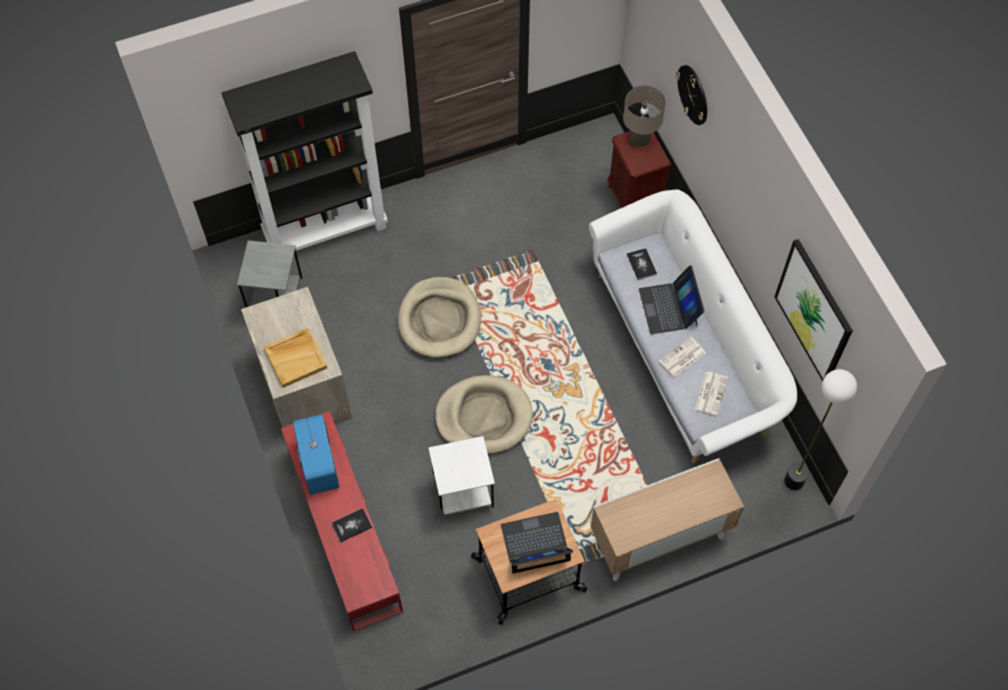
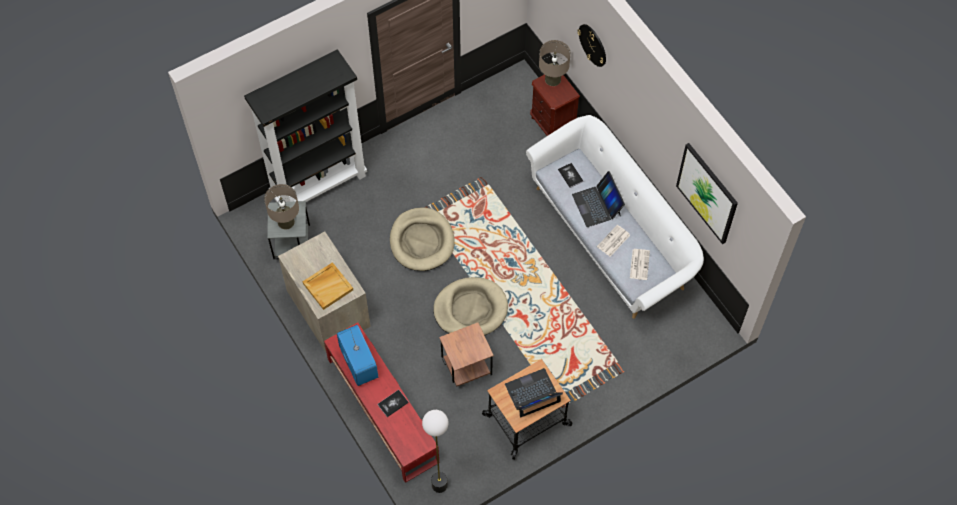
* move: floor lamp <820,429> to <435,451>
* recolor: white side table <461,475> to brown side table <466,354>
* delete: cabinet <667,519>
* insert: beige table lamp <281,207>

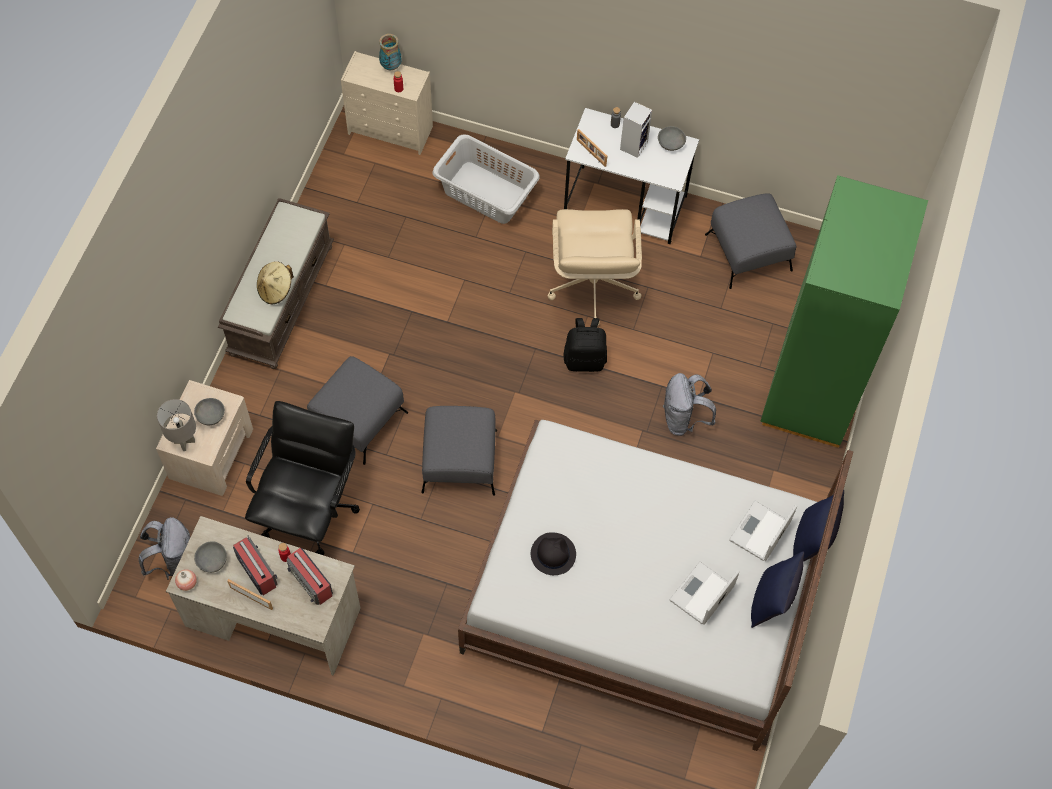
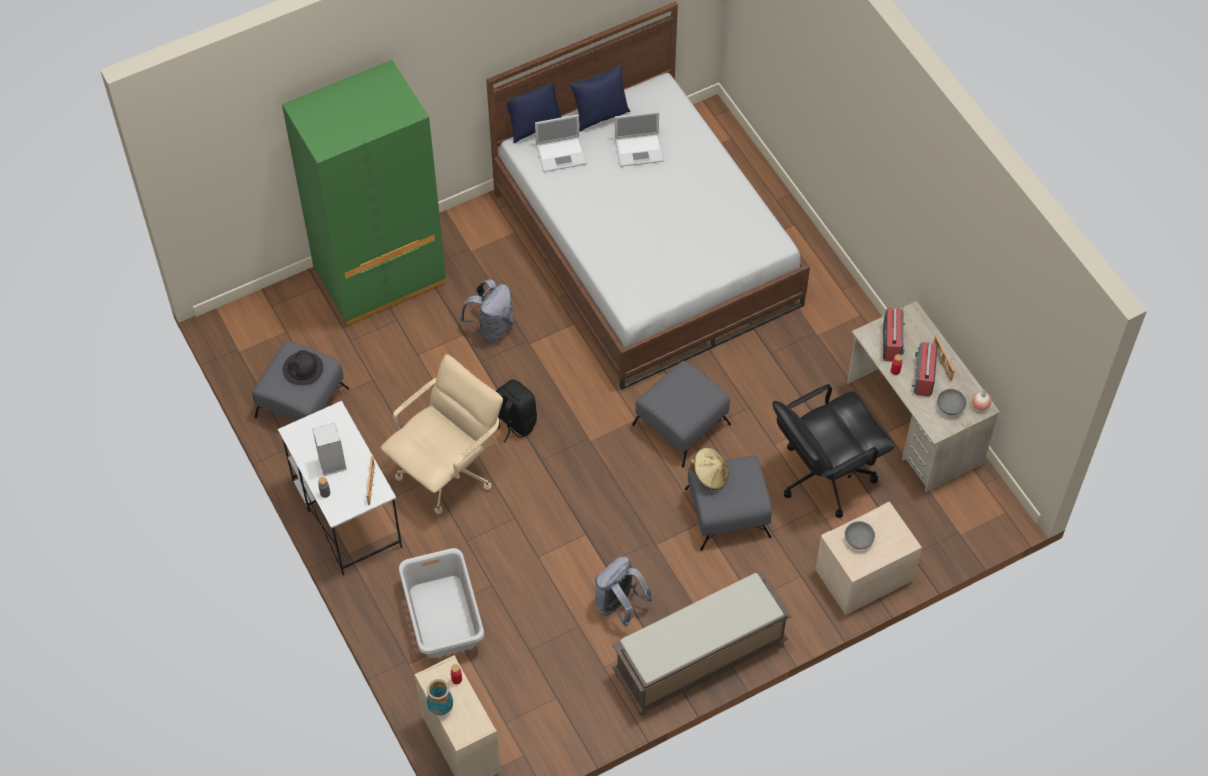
* delete: grey bowl <672,138>
* move: beige hat <275,282> to <709,469>
* delete: grey table lamp <176,425>
* move: grey backpack <164,548> to <624,591>
* move: black hat <553,553> to <303,367>

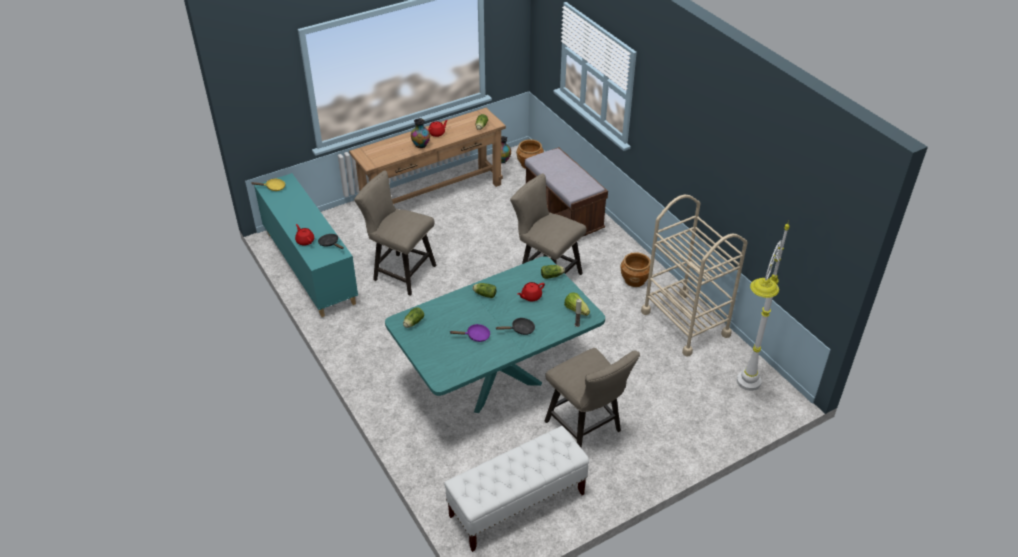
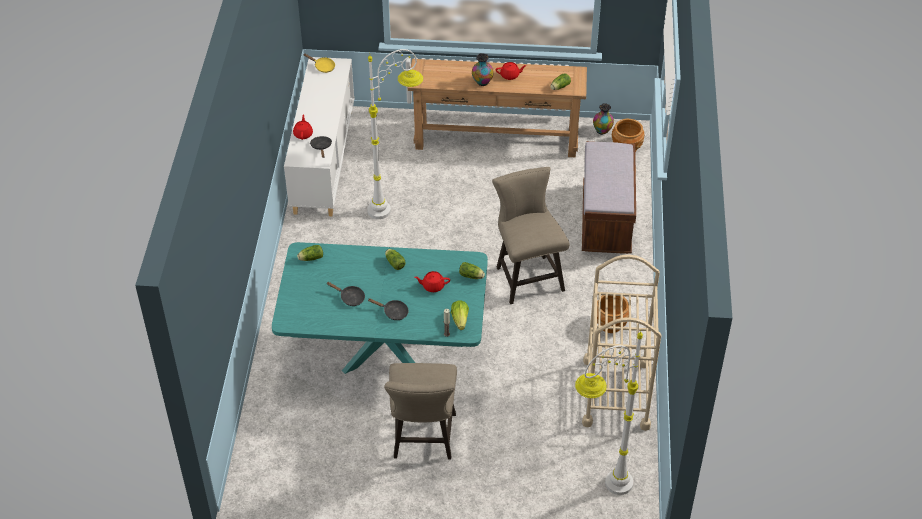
* replace: beige stool <395,233> to white floor lamp <395,134>
* recolor: turquoise cabinet <306,245> to white cabinet <319,136>
* recolor: purple frying pan <470,333> to black frying pan <346,294>
* delete: white bench <516,489>

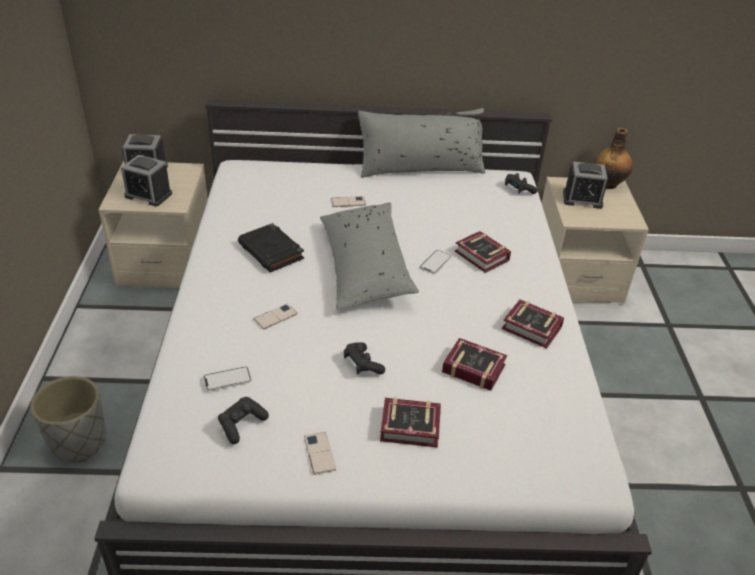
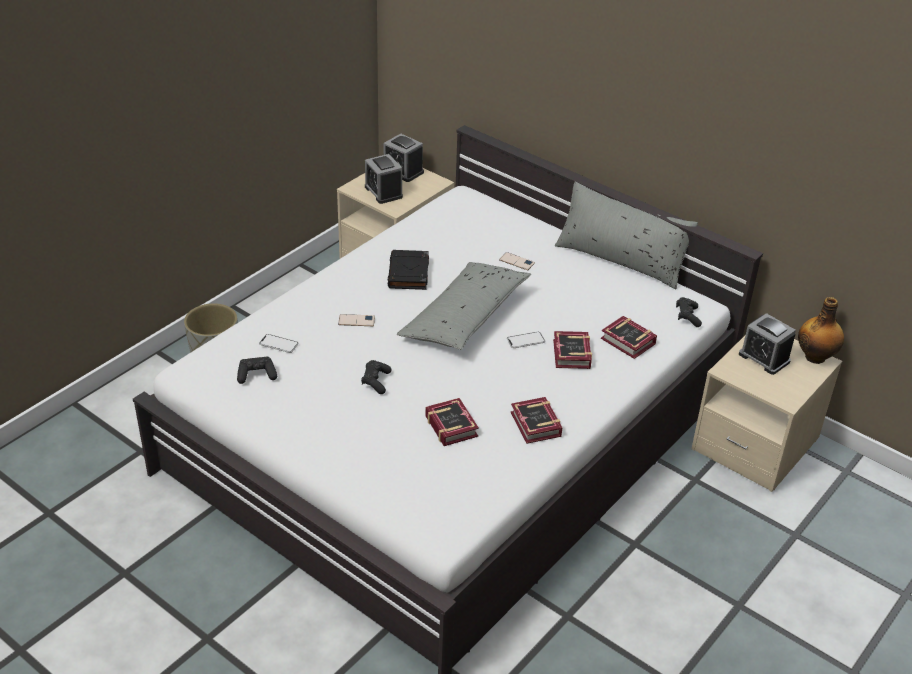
* move: book <410,422> to <629,337>
* delete: phone <320,453>

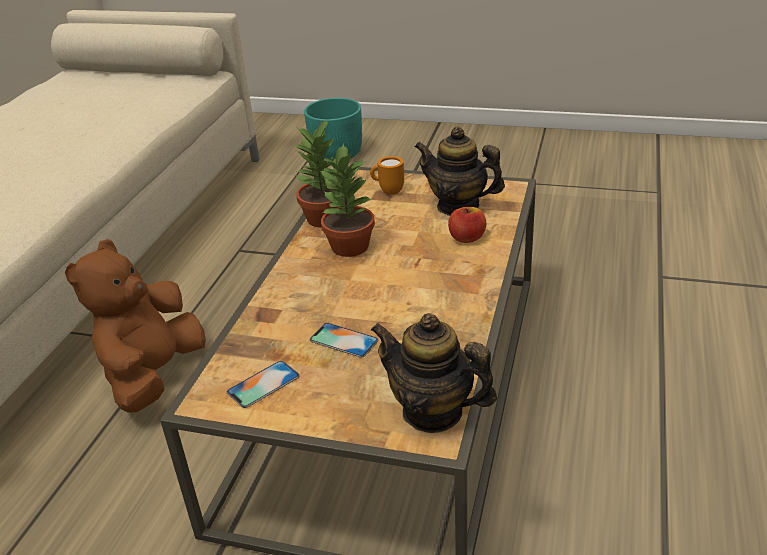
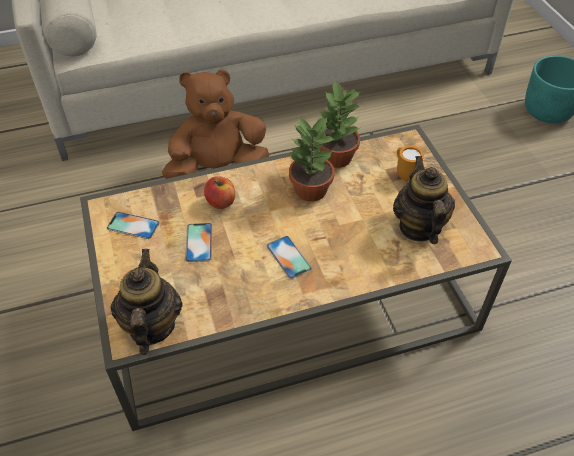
* move: apple <467,225> to <219,192>
* insert: phone <289,257>

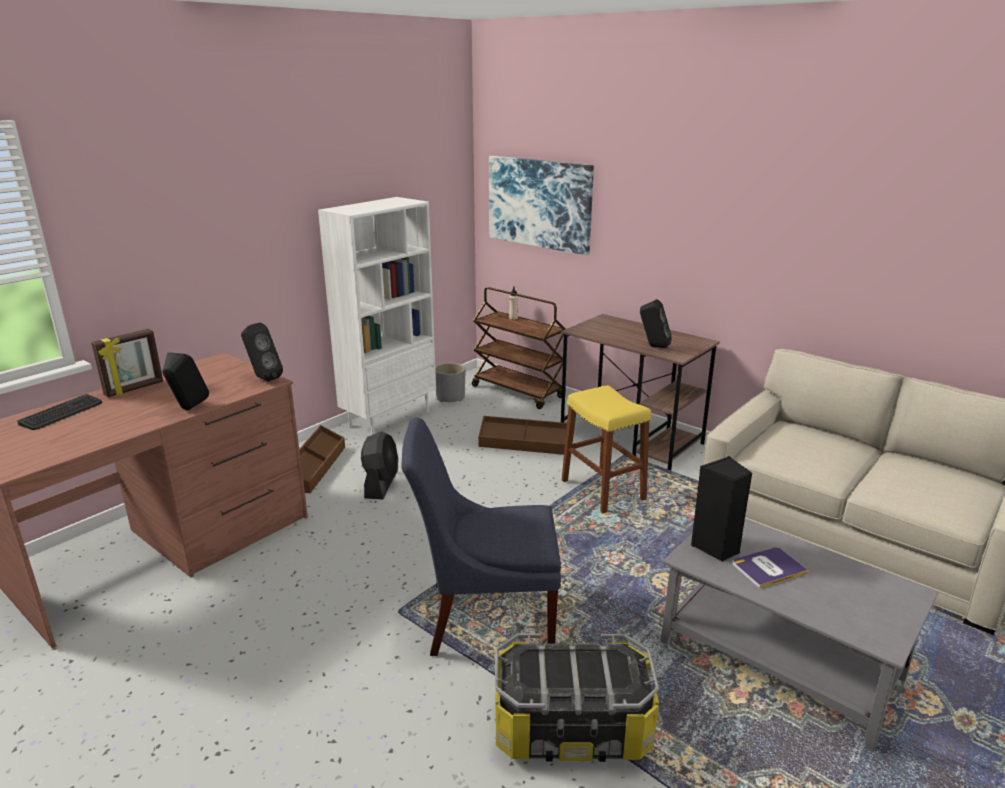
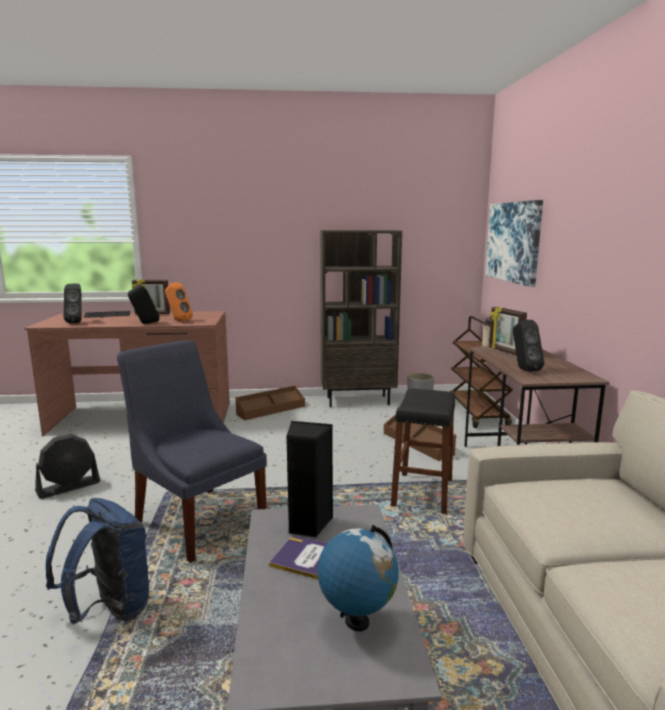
* recolor: white bookcase <377,316> to brown bookcase <361,318>
* move: black speaker <262,352> to <73,303>
* recolor: yellow stool <606,449> to black stool <423,451>
* move: black fan <379,465> to <67,466>
* replace: storage box <577,698> to blue backpack <98,560>
* insert: orange speaker <179,301>
* insert: picture frame <508,331>
* insert: globe <358,578>

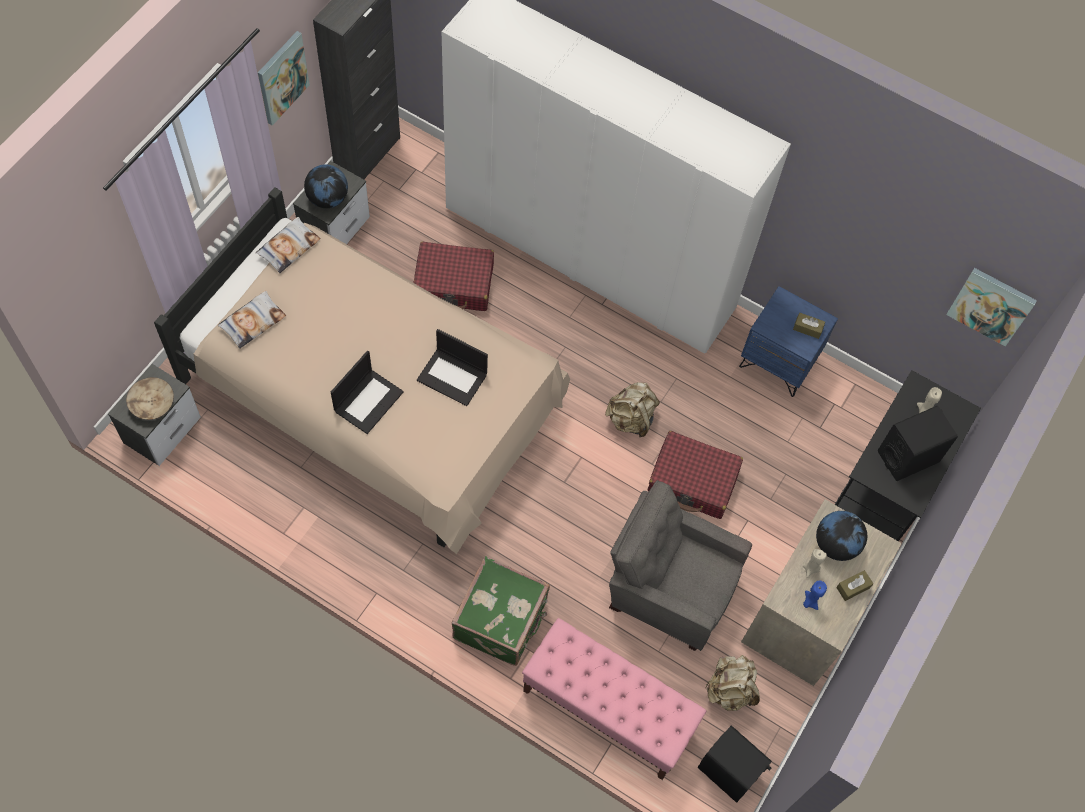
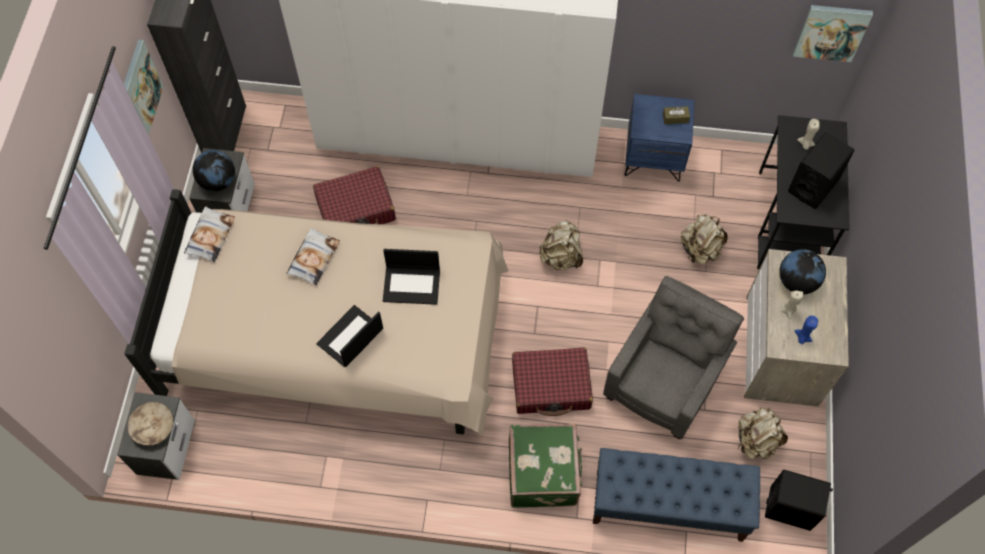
* move: pillow <252,320> to <313,256>
* rotate: laptop <367,392> = <349,336> 150 degrees counterclockwise
* move: red suitcase <695,475> to <552,381>
* rotate: grey armchair <680,565> = <673,357> 120 degrees clockwise
* delete: brown tissue box <854,585>
* recolor: pink bench <614,699> to blue bench <676,495>
* insert: beige backpack <704,239>

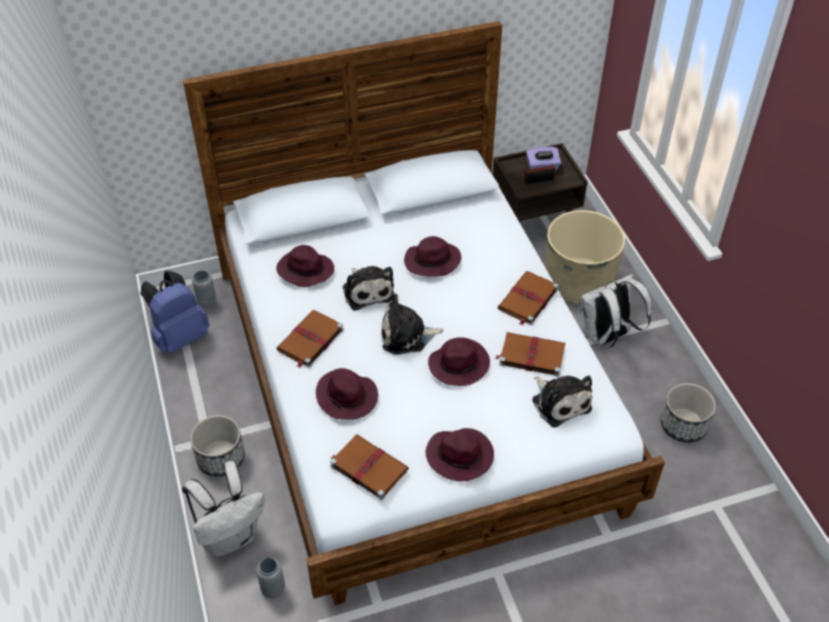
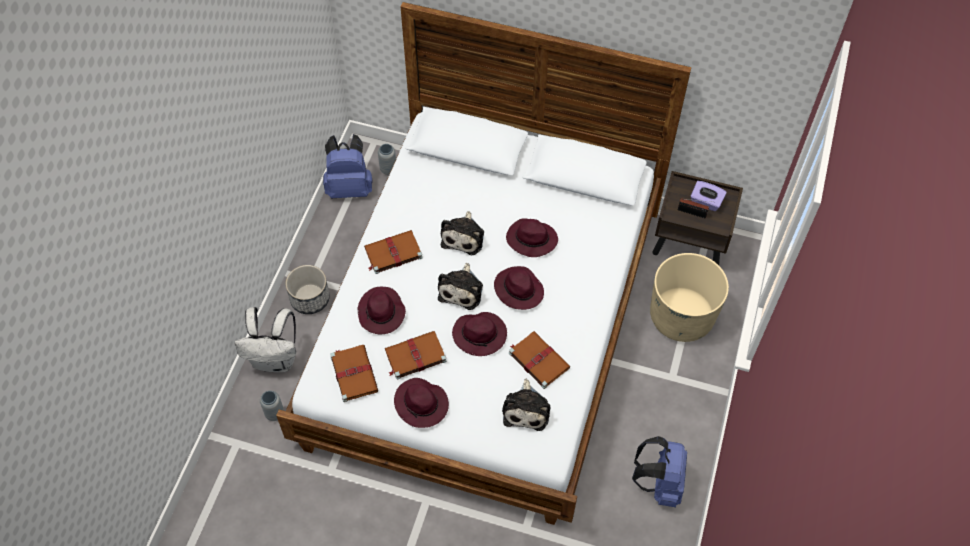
* move: purple hat <305,266> to <519,288>
* move: brown book <528,298> to <415,355>
* delete: white backpack <615,311>
* rotate: plush toy <412,324> = <460,286> 105 degrees counterclockwise
* replace: planter <688,413> to blue backpack <659,471>

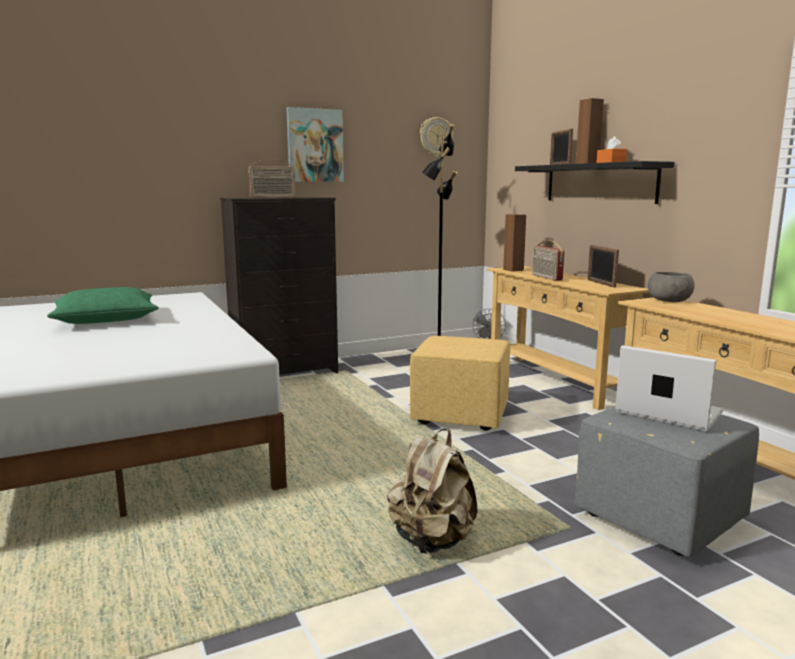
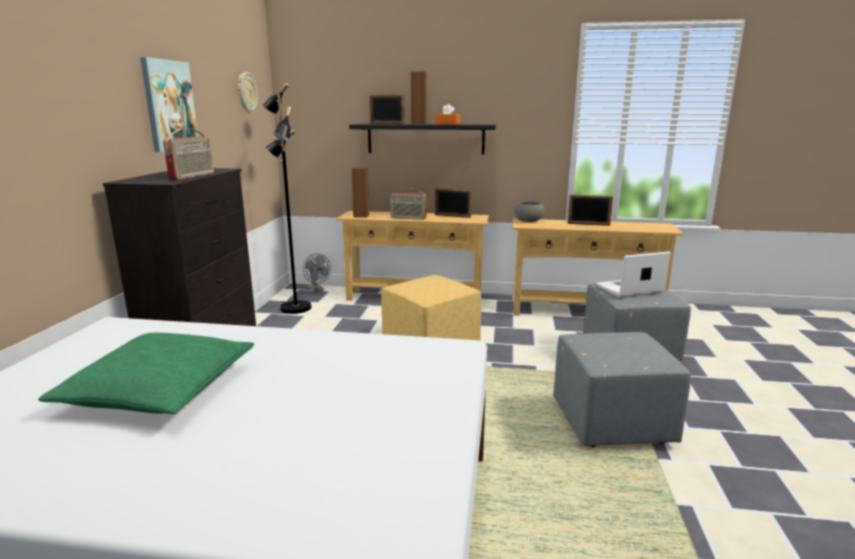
* replace: beige backpack <432,491> to grey ottoman <622,389>
* insert: picture frame <590,210>

